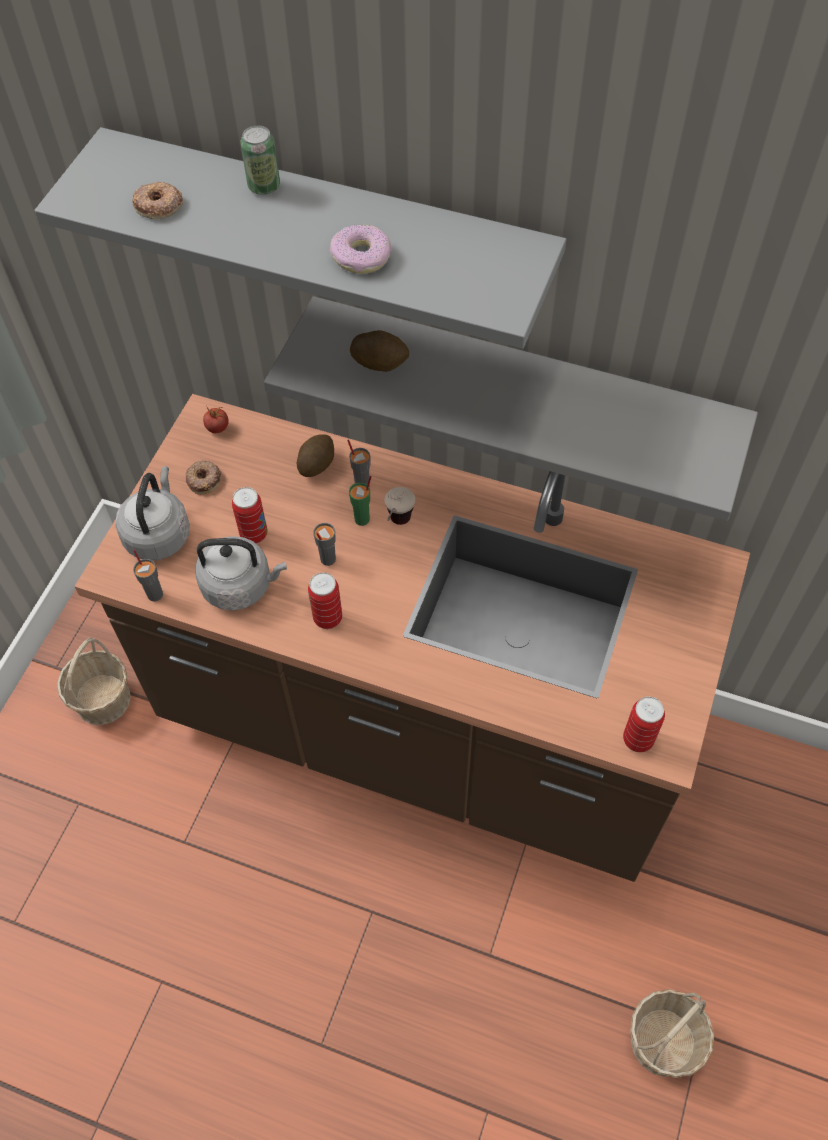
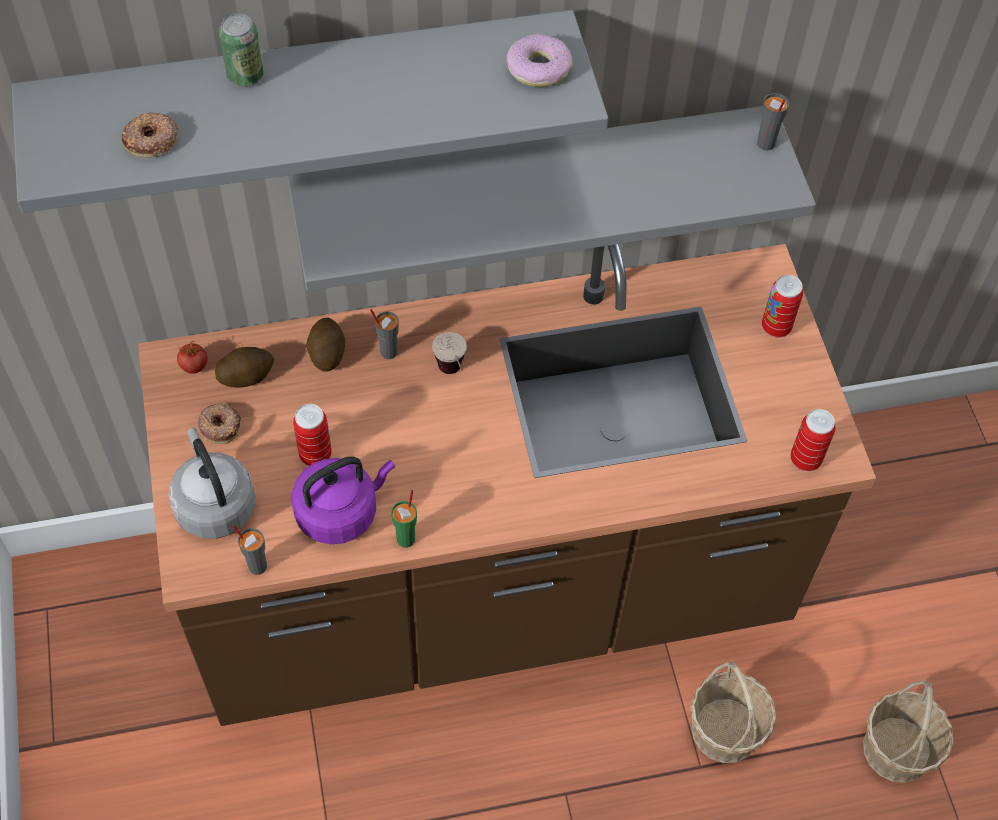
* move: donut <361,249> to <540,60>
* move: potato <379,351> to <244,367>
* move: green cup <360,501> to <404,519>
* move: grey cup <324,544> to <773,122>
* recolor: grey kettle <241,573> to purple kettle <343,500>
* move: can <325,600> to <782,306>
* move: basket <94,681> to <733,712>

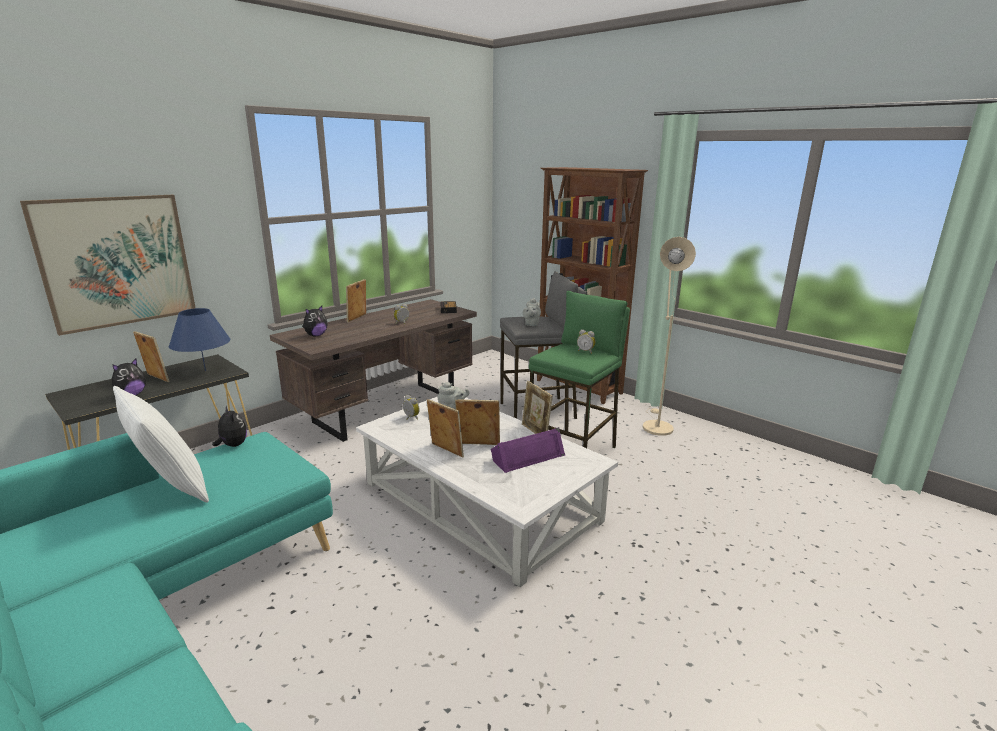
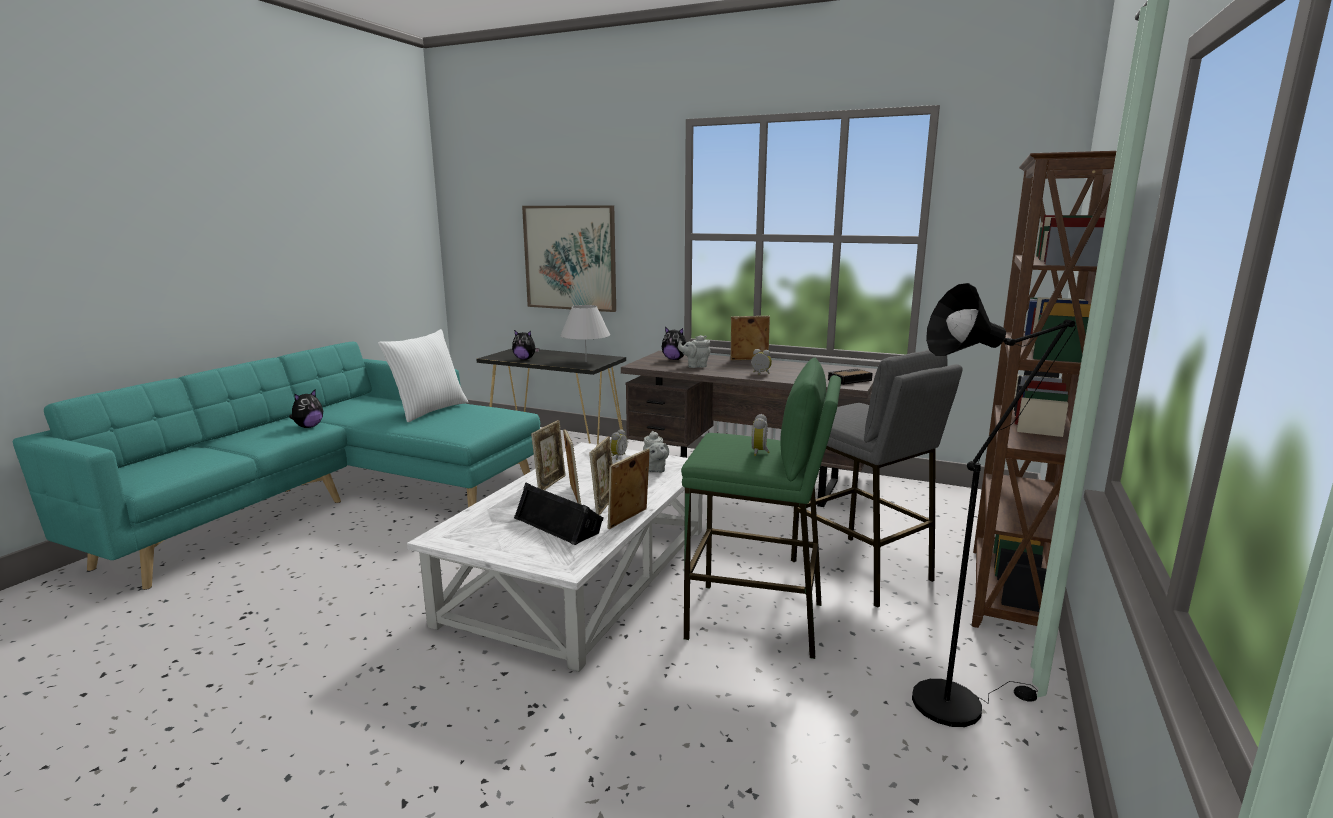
* recolor: beige floor lamp <669,336> to black floor lamp <994,505>
* move: grey teapot <532,312> to <694,351>
* recolor: blue table lamp <199,339> to white table lamp <585,333>
* move: picture frame <151,356> to <600,475>
* move: plush toy <229,426> to <306,409>
* recolor: purple speaker <528,450> to black speaker <559,513>

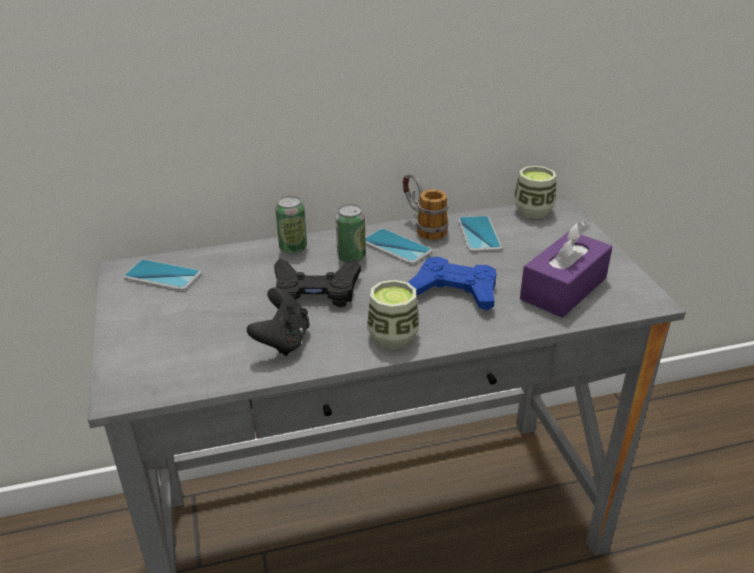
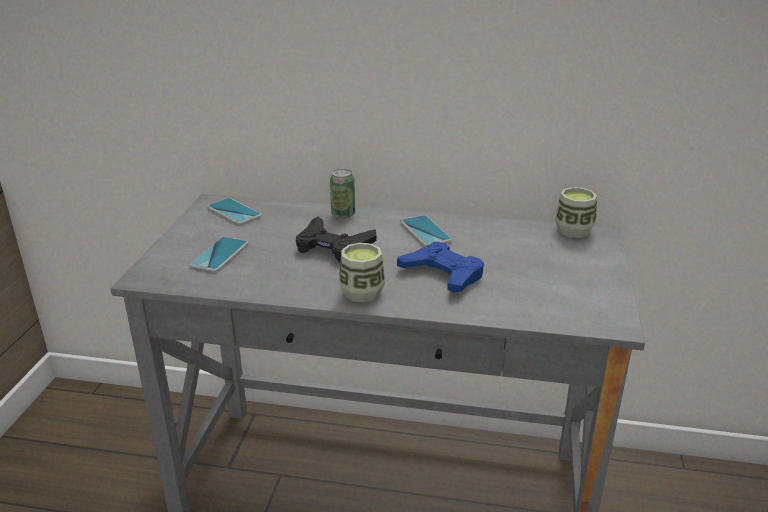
* delete: mug <425,206>
* delete: can <351,233>
* move: phone <480,234> to <218,254>
* delete: purple tissue box <566,269>
* delete: black game controller <278,321>

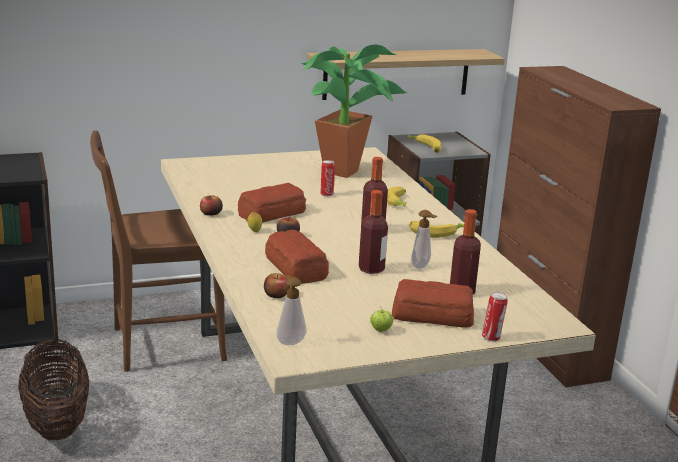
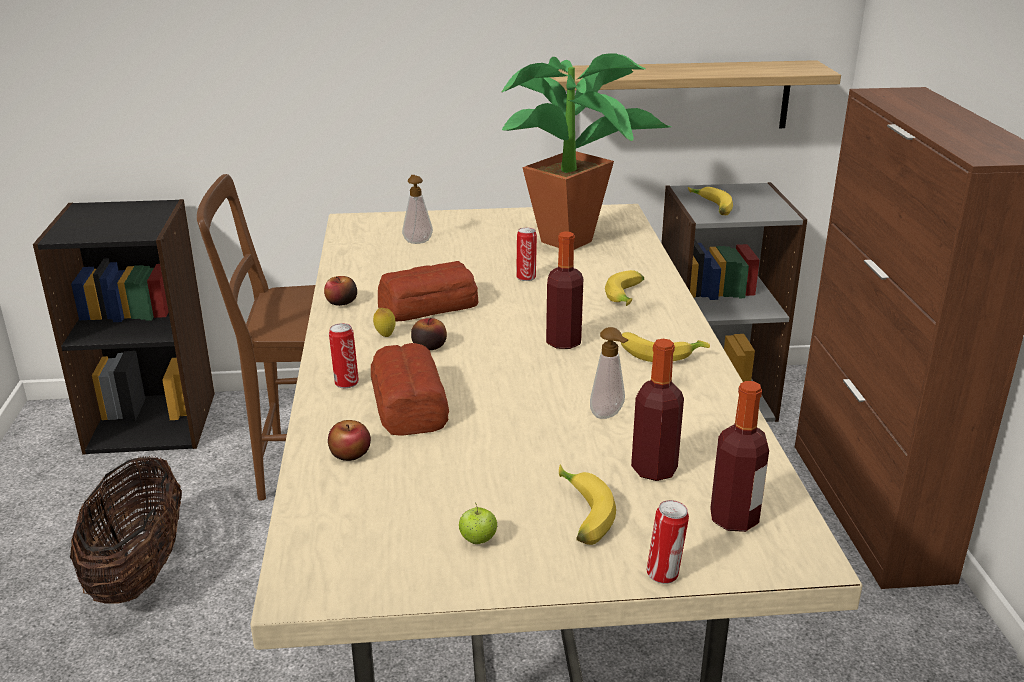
* move: bottle <373,232> to <739,456>
* move: soap dispenser <291,310> to <417,209>
* replace: bread <433,303> to banana <587,505>
* insert: can <344,355>

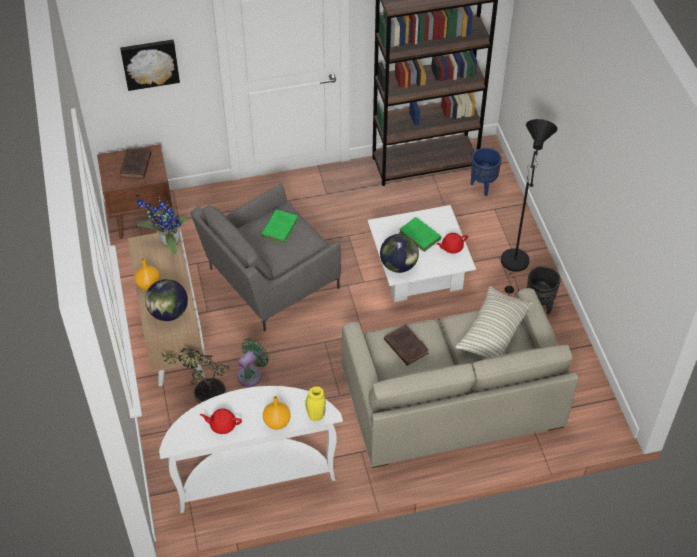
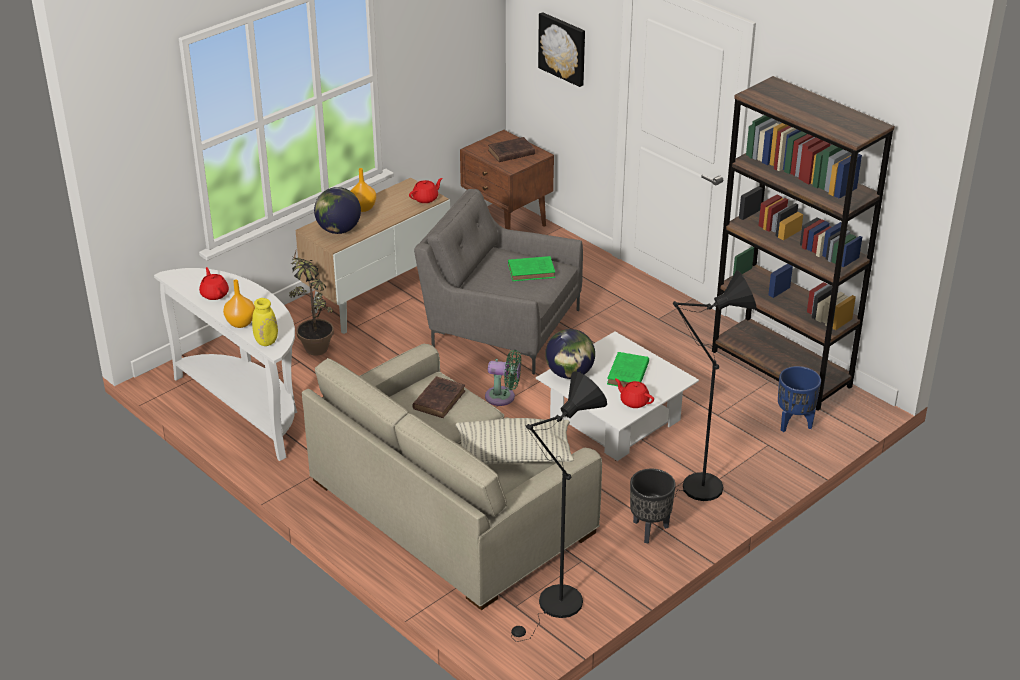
* replace: potted plant <161,225> to red teapot <426,190>
* move: green fan <253,362> to <503,378>
* insert: black floor lamp <559,506>

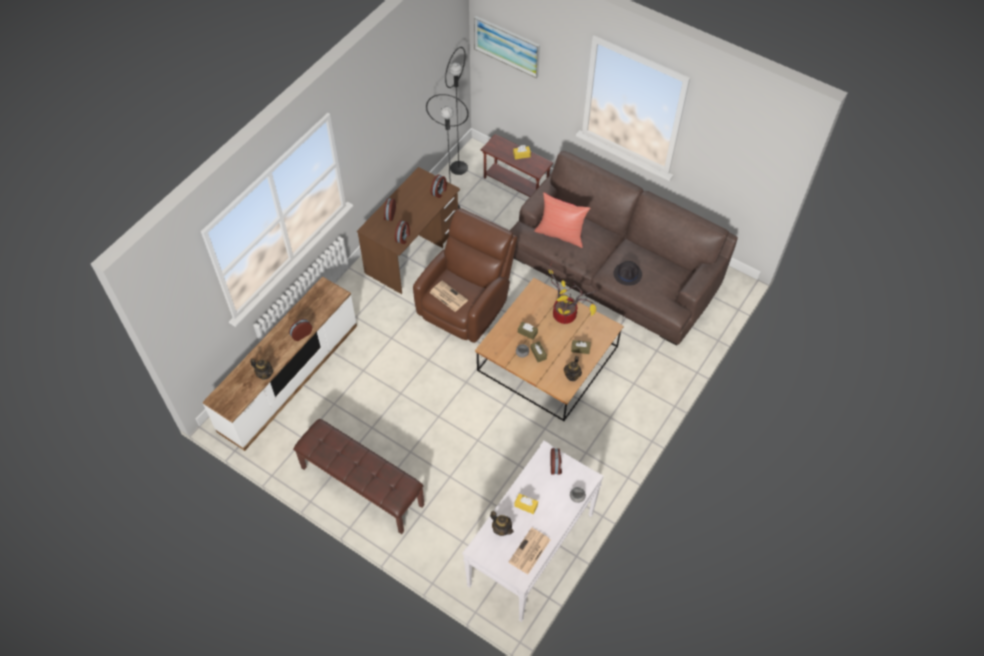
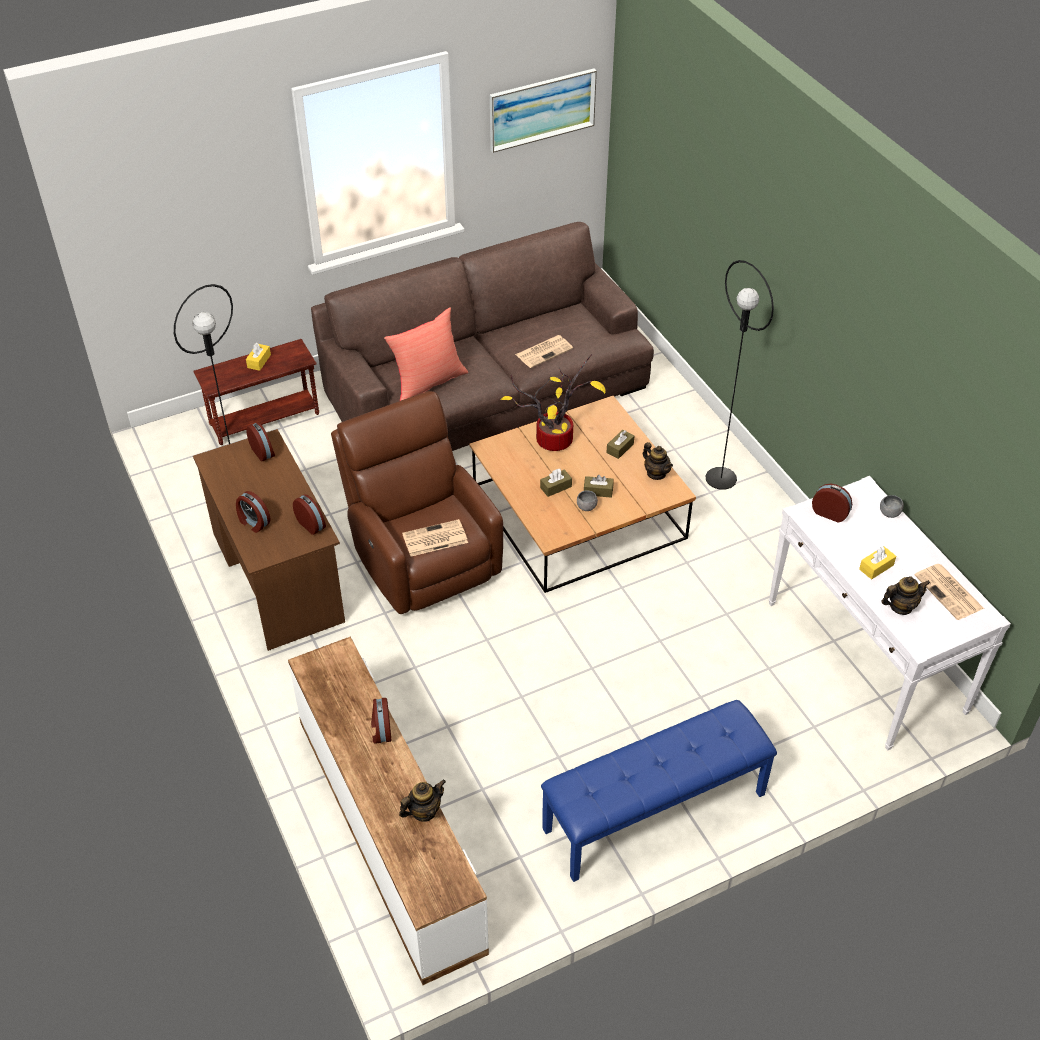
* move: picture <507,47> to <543,110>
* move: black floor lamp <456,111> to <739,375>
* replace: black hat <627,273> to newspaper <544,351>
* recolor: brown bench <358,476> to blue bench <659,791>

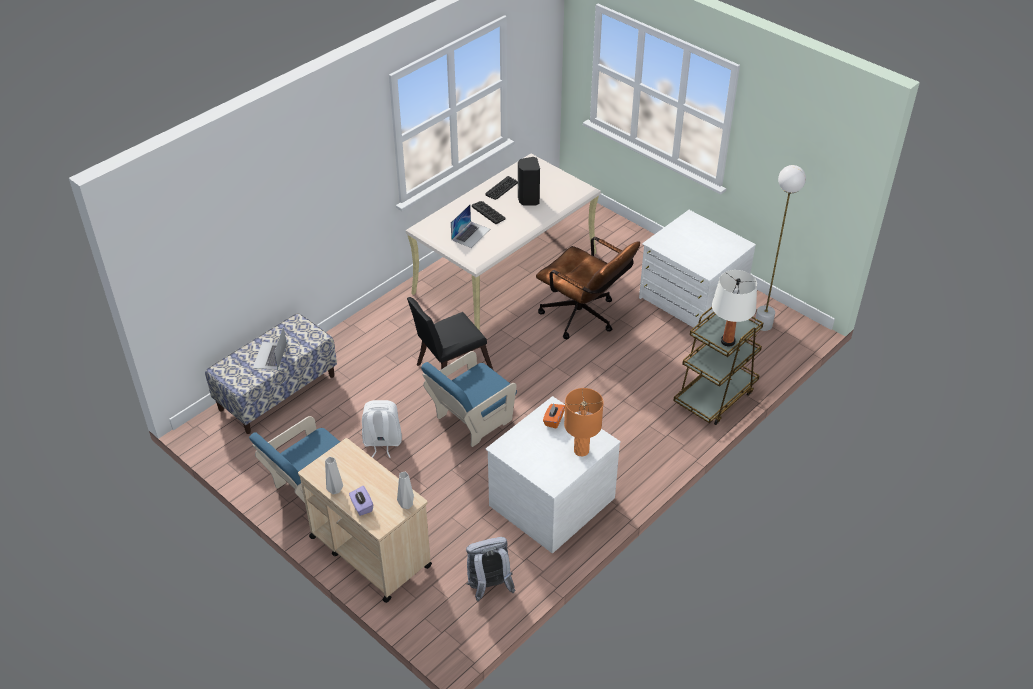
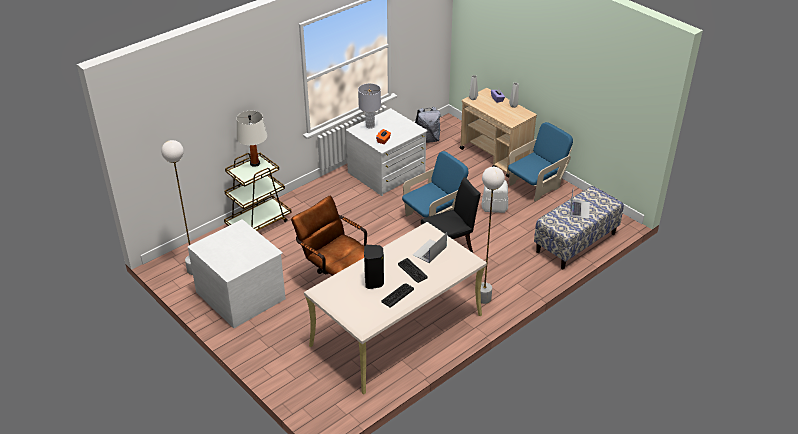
* recolor: orange table lamp <583,422> to grey table lamp <369,106>
* insert: white floor lamp <493,235>

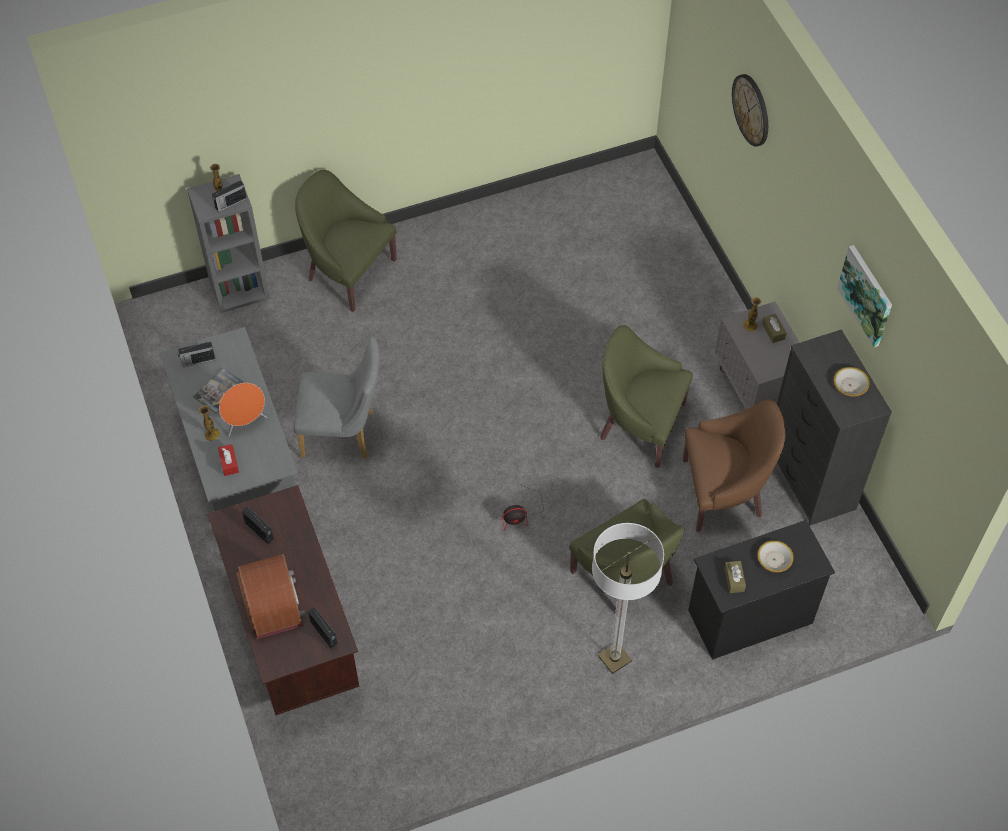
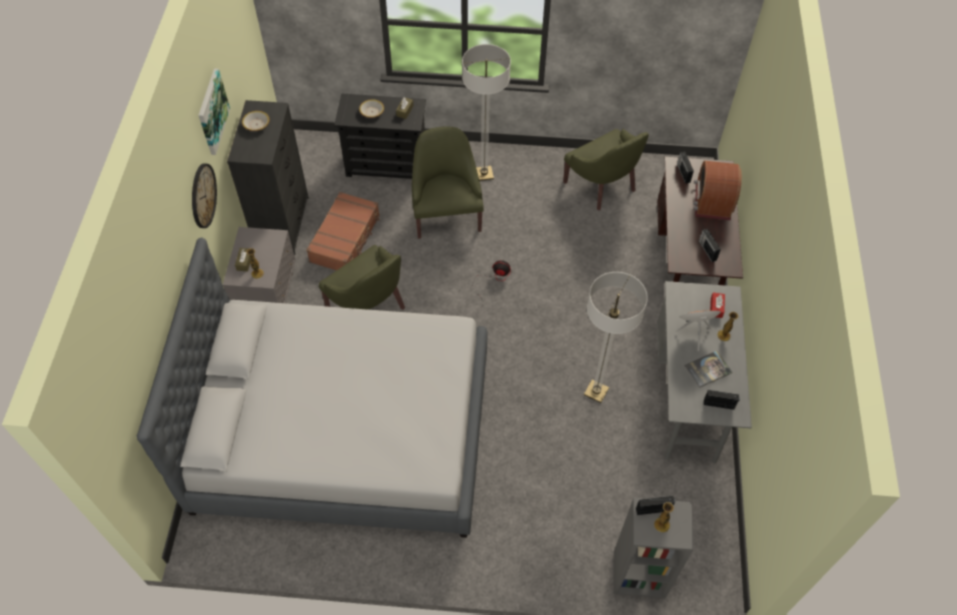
* move: wall clock <750,110> to <204,196>
* move: green armchair <346,241> to <606,169>
* replace: grey chair <336,397> to floor lamp <616,337>
* replace: brown armchair <734,466> to brown suitcase <343,231>
* insert: grey bed <312,387>

